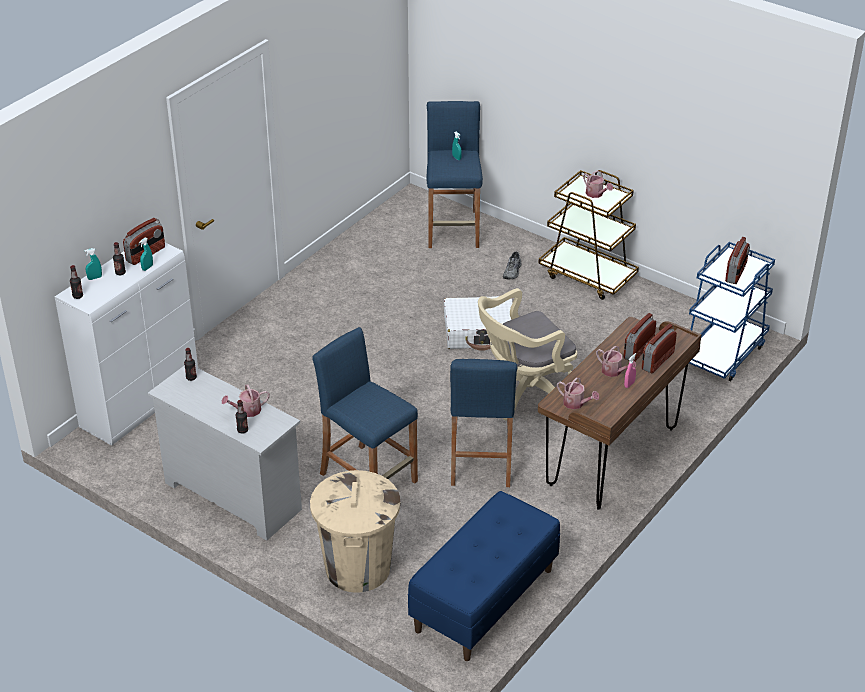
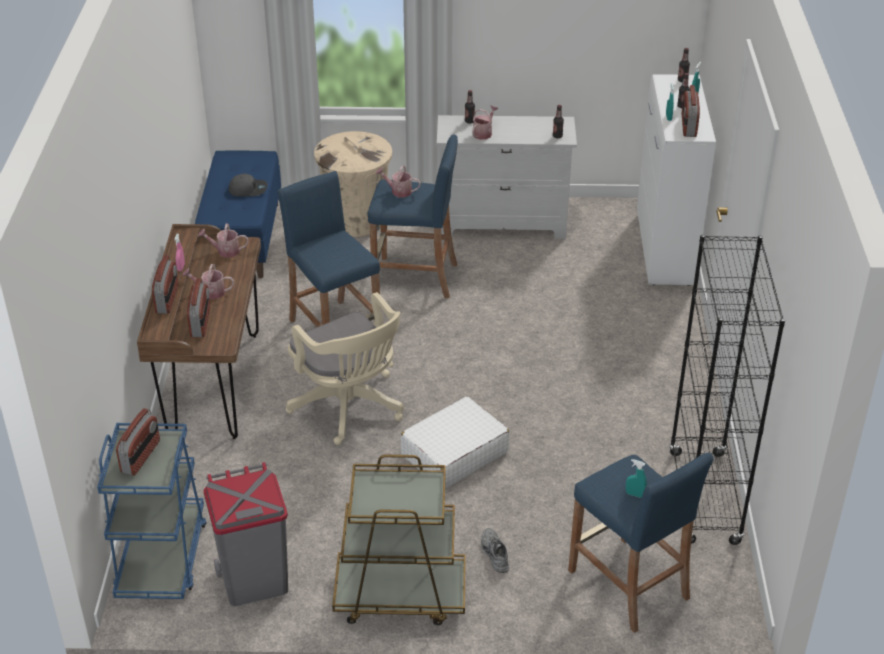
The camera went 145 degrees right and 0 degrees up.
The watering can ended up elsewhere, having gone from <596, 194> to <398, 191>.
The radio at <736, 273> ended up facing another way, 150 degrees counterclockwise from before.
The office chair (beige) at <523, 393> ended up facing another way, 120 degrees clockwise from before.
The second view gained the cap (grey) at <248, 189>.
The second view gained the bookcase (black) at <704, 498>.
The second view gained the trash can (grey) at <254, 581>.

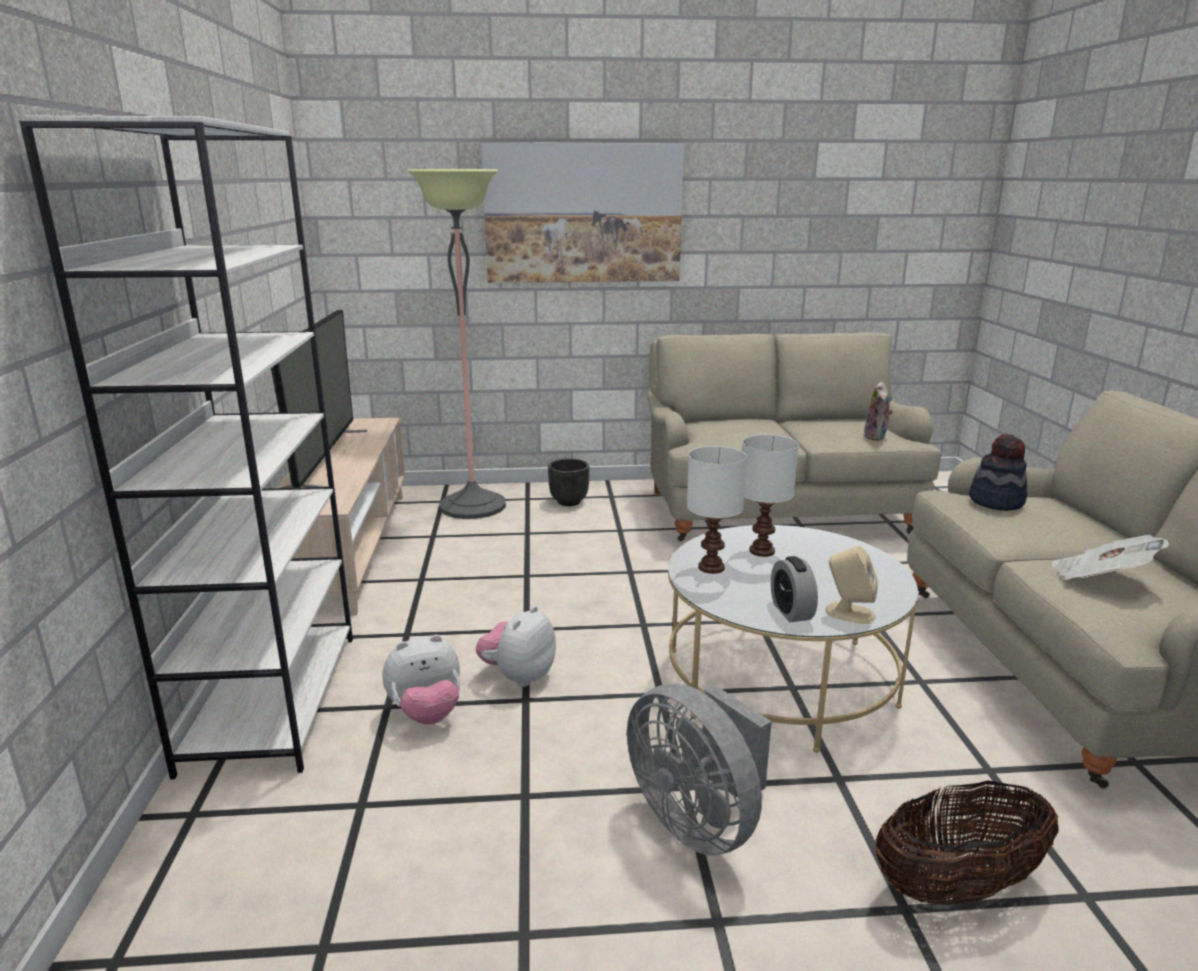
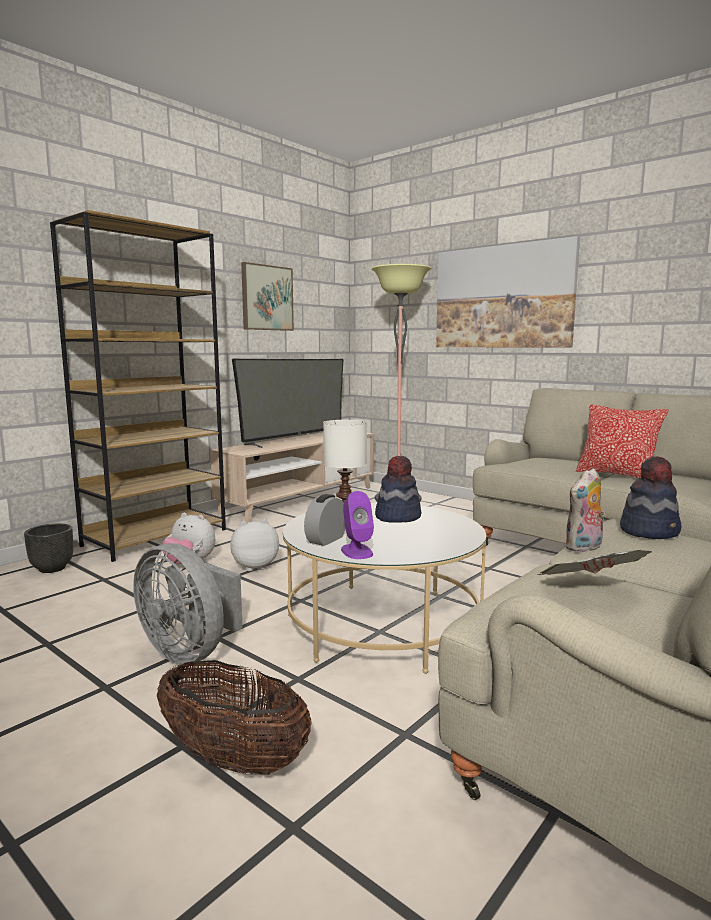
The camera went 45 degrees right and 10 degrees down.
What was the bookcase (white) at <272, 699> turned into the bookcase (brown) at <156, 537>.
The plush toy ended up elsewhere, having gone from <876, 437> to <584, 548>.
Where the table lamp (white) stood at <761, 551>, the hat came to stand at <397, 517>.
The planter (black) ended up elsewhere, having gone from <569, 502> to <53, 568>.
What was the speaker (beige) at <849, 613> turned into the speaker (purple) at <356, 551>.
The fan (grey) at <698, 820> ended up facing another way, 60 degrees counterclockwise from before.
The second view gained the picture at <267, 298>.
The second view gained the pillow at <617, 475>.

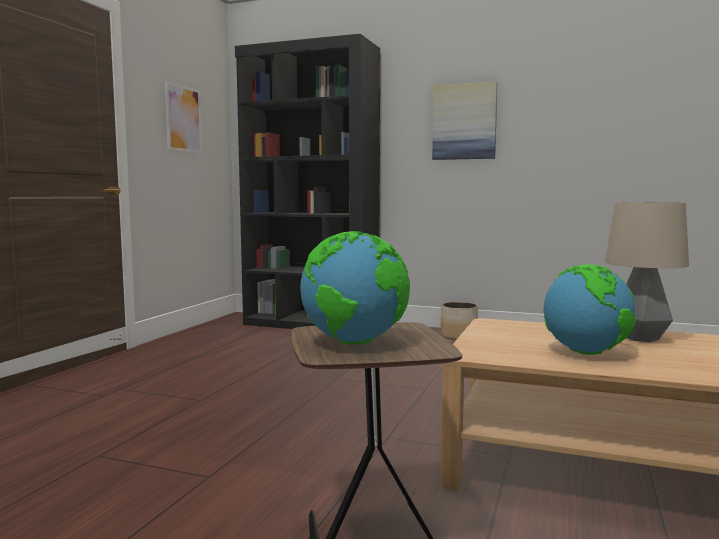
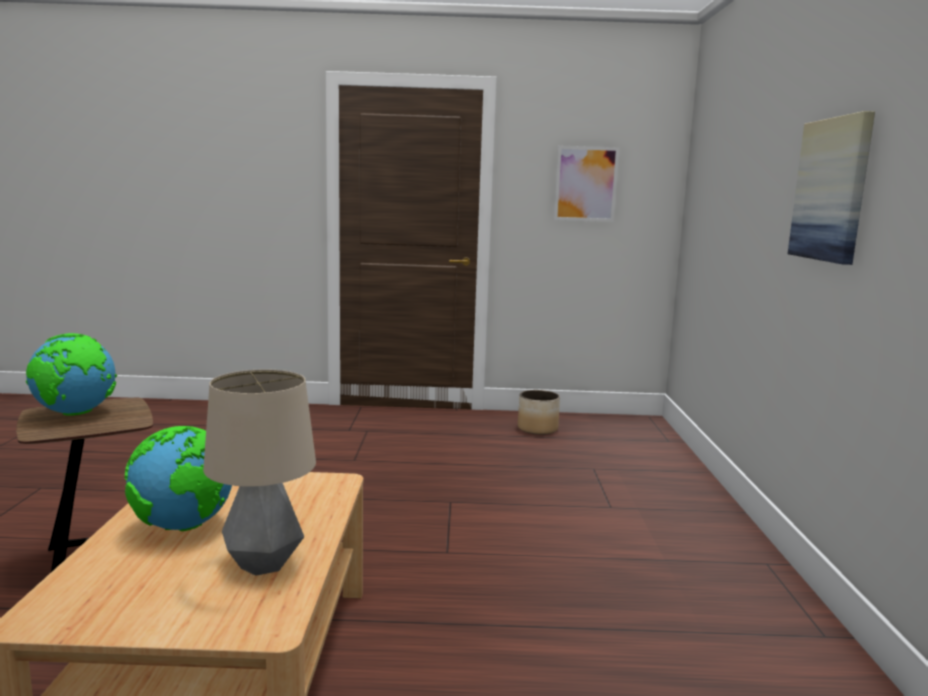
The camera went 70 degrees right and 5 degrees up.
The second view lost the bookcase (black) at <311, 324>.
The planter ended up elsewhere, having gone from <459, 336> to <538, 429>.

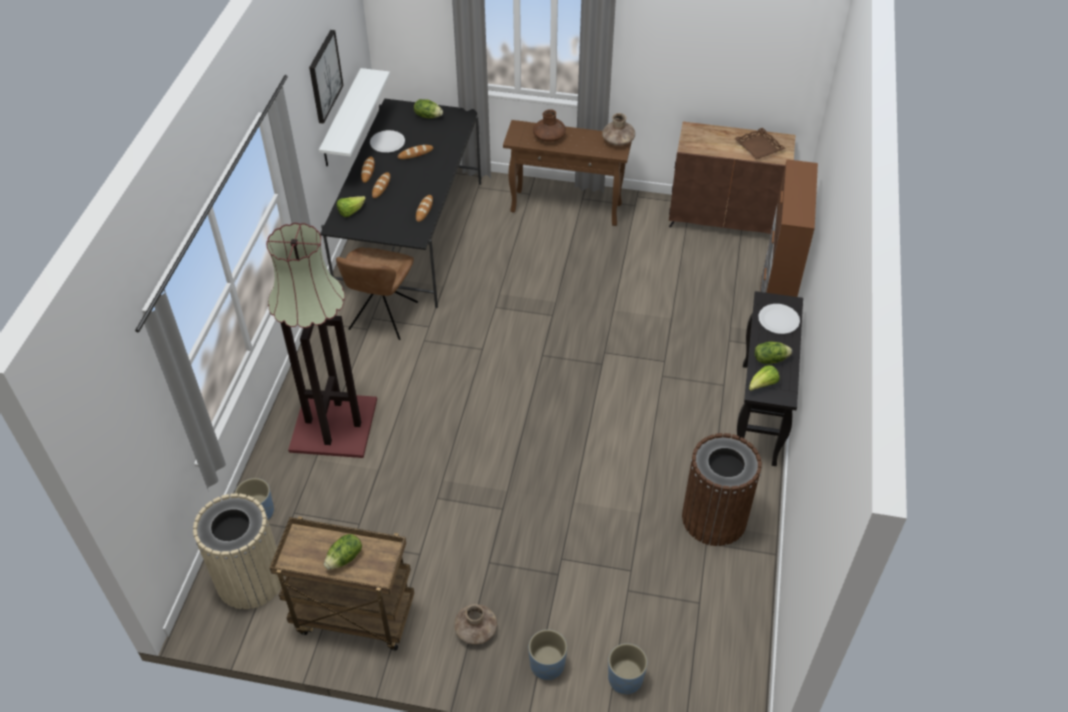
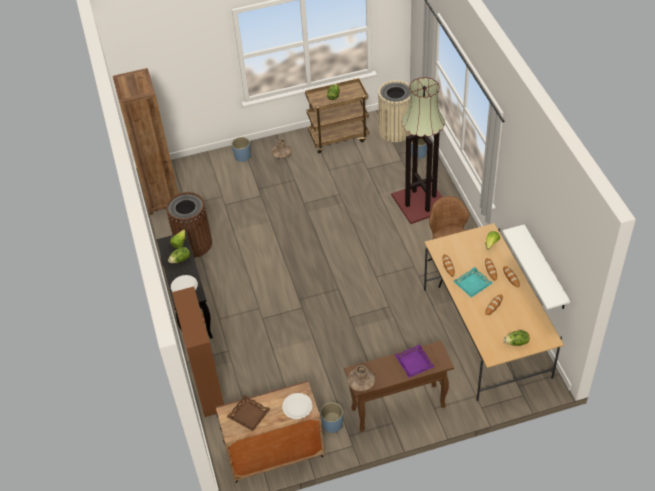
The camera went 155 degrees right and 0 degrees up.
The second view lost the picture at <324, 76>.
What was the dining table (black) at <411, 235> turned into the dining table (beige) at <486, 332>.
Where the vase (brown) stood at <549, 137>, the tray (purple) came to stand at <414, 363>.
The plate (white) ended up elsewhere, having gone from <387, 142> to <297, 406>.
The planter (blue) ended up elsewhere, having gone from <625, 679> to <332, 424>.
The second view gained the bookcase (brown) at <161, 198>.
The second view gained the tray (turquoise) at <472, 284>.

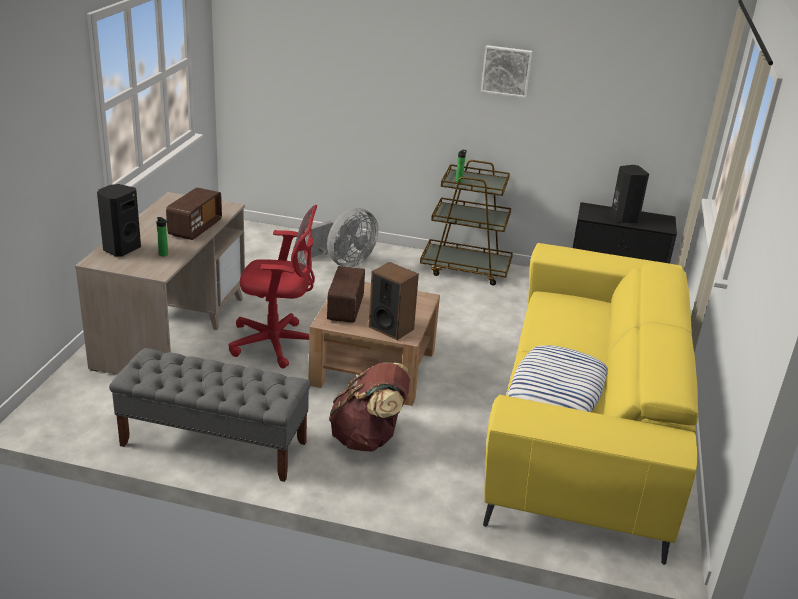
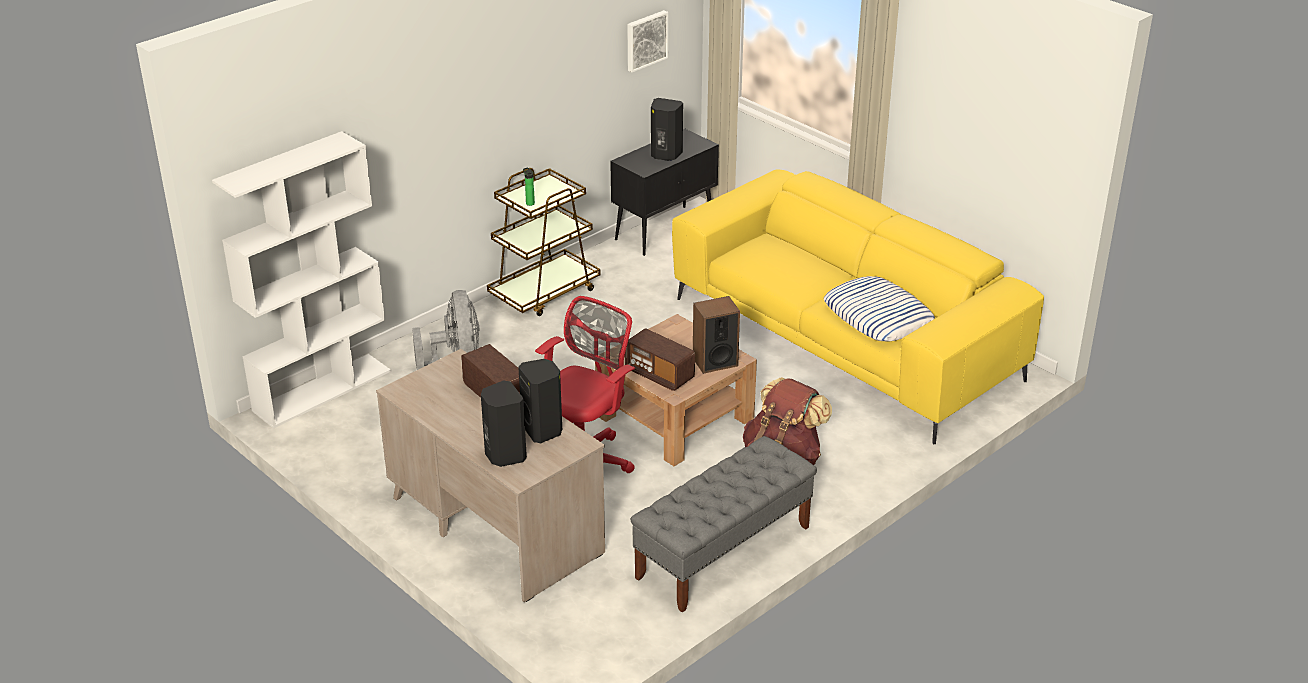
The camera went 55 degrees left and 5 degrees up.
The picture ended up elsewhere, having gone from <506, 71> to <646, 40>.
Where the bottle stood at <164, 255>, the speaker (black) came to stand at <543, 430>.
The second view gained the bookcase (white) at <322, 390>.

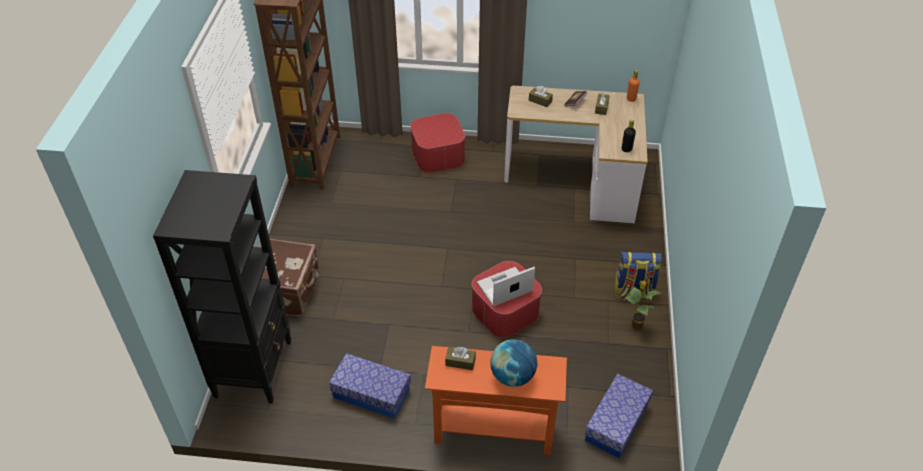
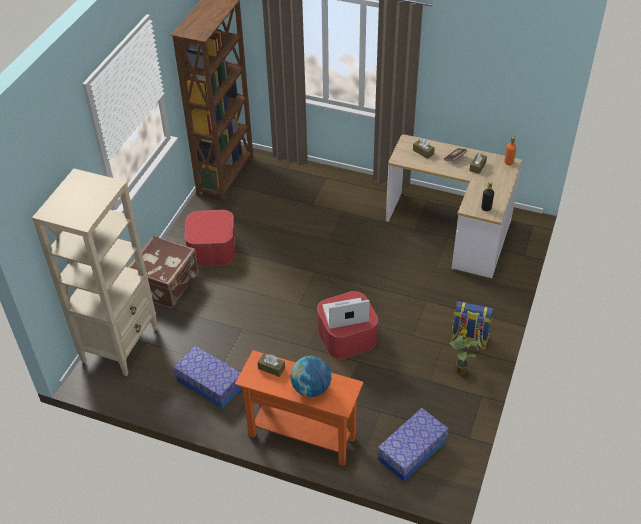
The camera went 15 degrees right and 0 degrees up.
The ottoman ended up elsewhere, having gone from <437, 155> to <212, 248>.
What was the bookcase (black) at <254, 368> turned into the bookcase (beige) at <121, 344>.

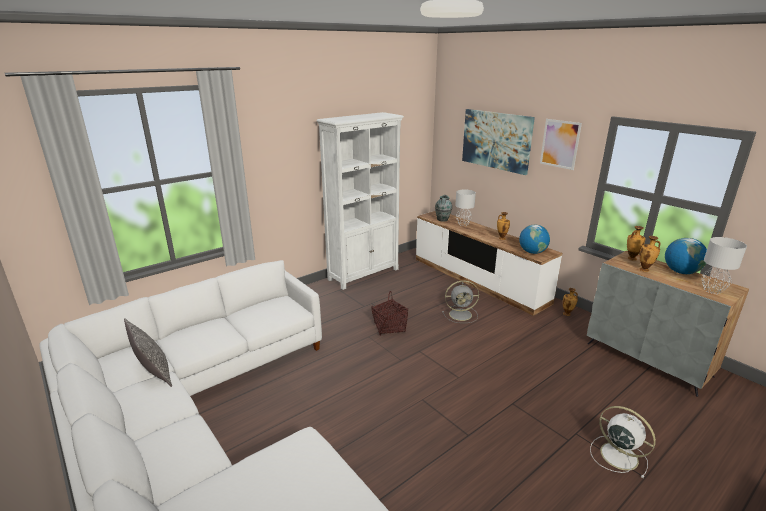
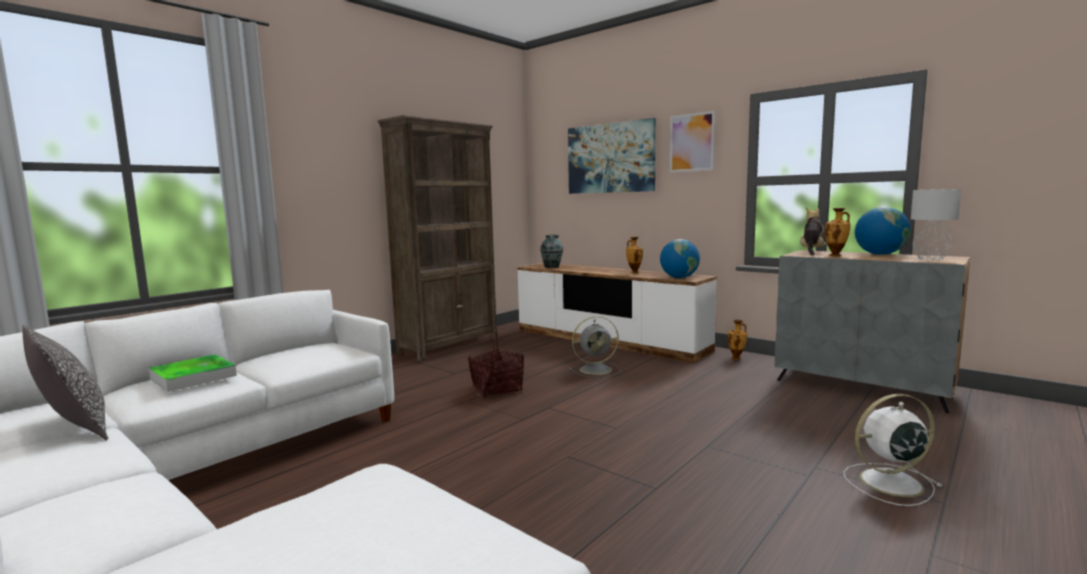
The camera went 10 degrees left and 15 degrees down.
What was the bookcase (white) at <364, 274> turned into the bookcase (brown) at <450, 346>.
The second view lost the table lamp (grey) at <463, 224>.
Where the vase stood at <631, 258>, the plush toy came to stand at <812, 252>.
The fan (white) at <617, 455> ended up facing another way, 45 degrees counterclockwise from before.
The second view gained the tray at <193, 377>.

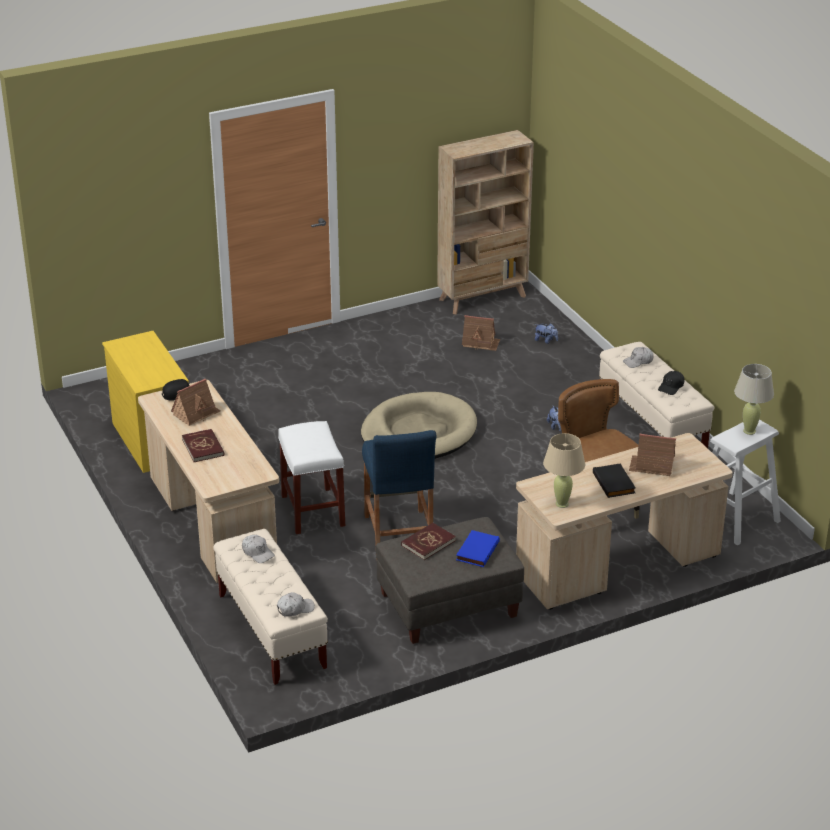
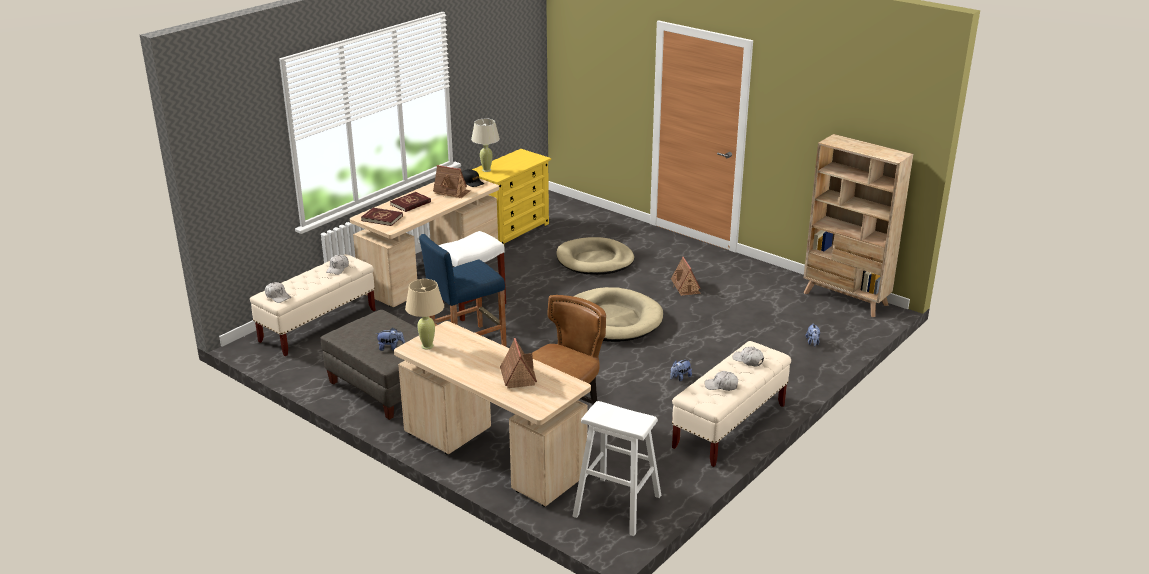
The camera went 65 degrees right and 5 degrees down.
The toy house ended up elsewhere, having gone from <480, 343> to <686, 287>.
The table lamp (beige) ended up elsewhere, having gone from <749, 431> to <486, 170>.
What was the cap (black) at <671, 387> turned into the cap (white) at <721, 386>.
The second view lost the book (black) at <615, 483>.
The book (red) ended up elsewhere, having gone from <428, 543> to <382, 218>.
Where the book (blue) stood at <476, 550>, the plush toy came to stand at <391, 348>.
The second view gained the dog bed (beige) at <595, 260>.

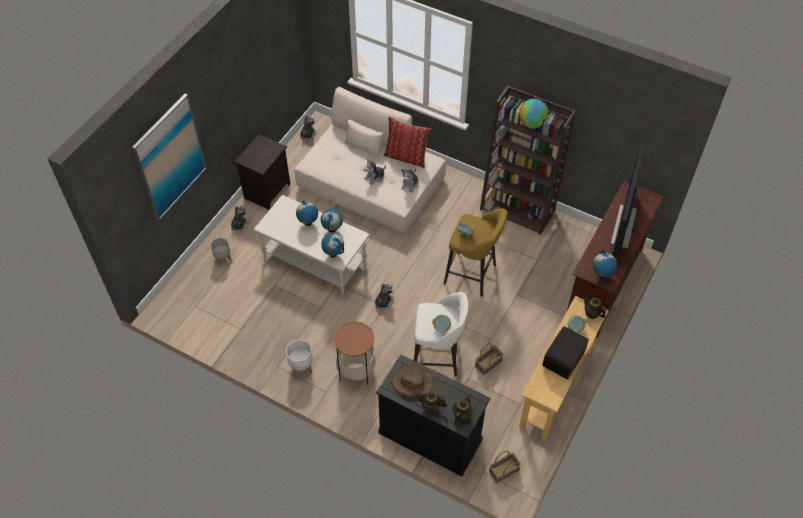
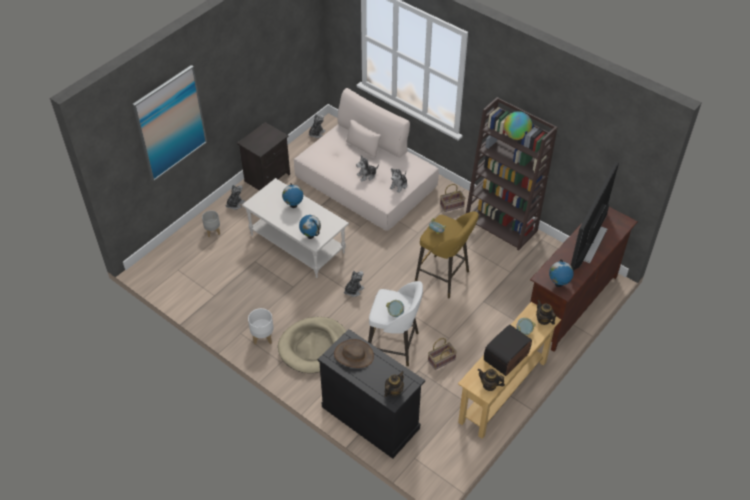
The camera went 10 degrees right and 5 degrees down.
The second view lost the pillow at <406, 157>.
The second view lost the globe at <332, 230>.
Where the side table stood at <356, 369>, the dog bed (beige) came to stand at <314, 347>.
The teapot ended up elsewhere, having gone from <431, 406> to <489, 385>.
The basket ended up elsewhere, having gone from <503, 472> to <451, 206>.

